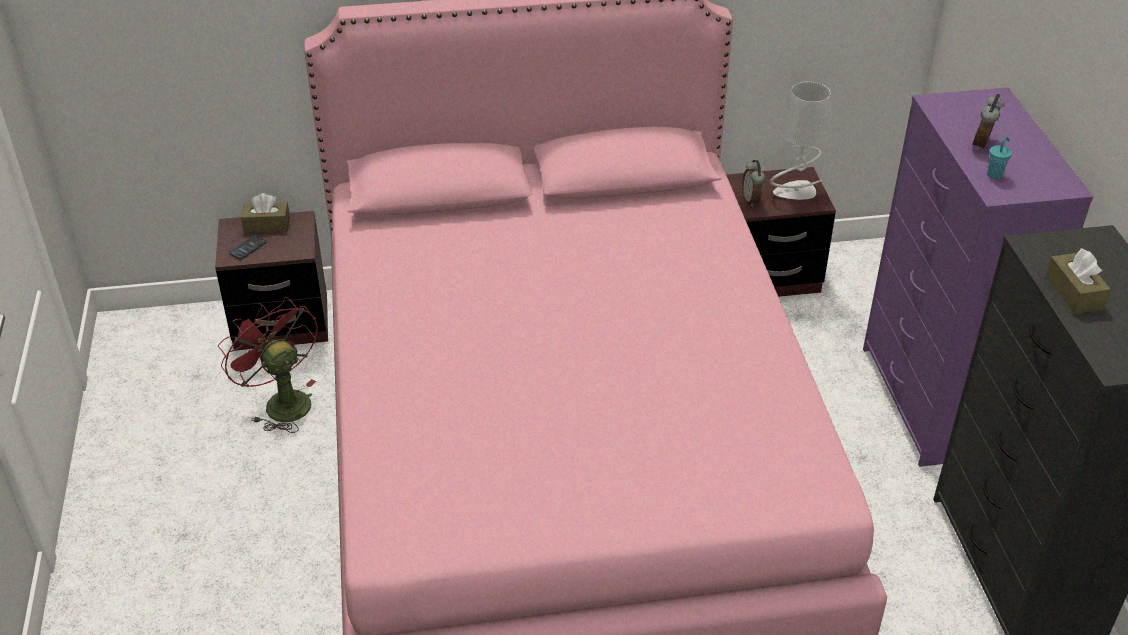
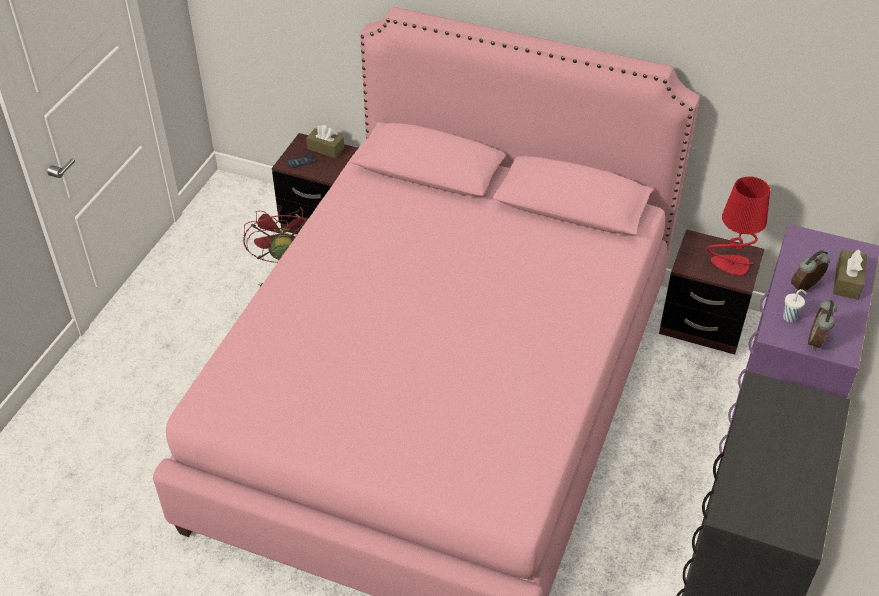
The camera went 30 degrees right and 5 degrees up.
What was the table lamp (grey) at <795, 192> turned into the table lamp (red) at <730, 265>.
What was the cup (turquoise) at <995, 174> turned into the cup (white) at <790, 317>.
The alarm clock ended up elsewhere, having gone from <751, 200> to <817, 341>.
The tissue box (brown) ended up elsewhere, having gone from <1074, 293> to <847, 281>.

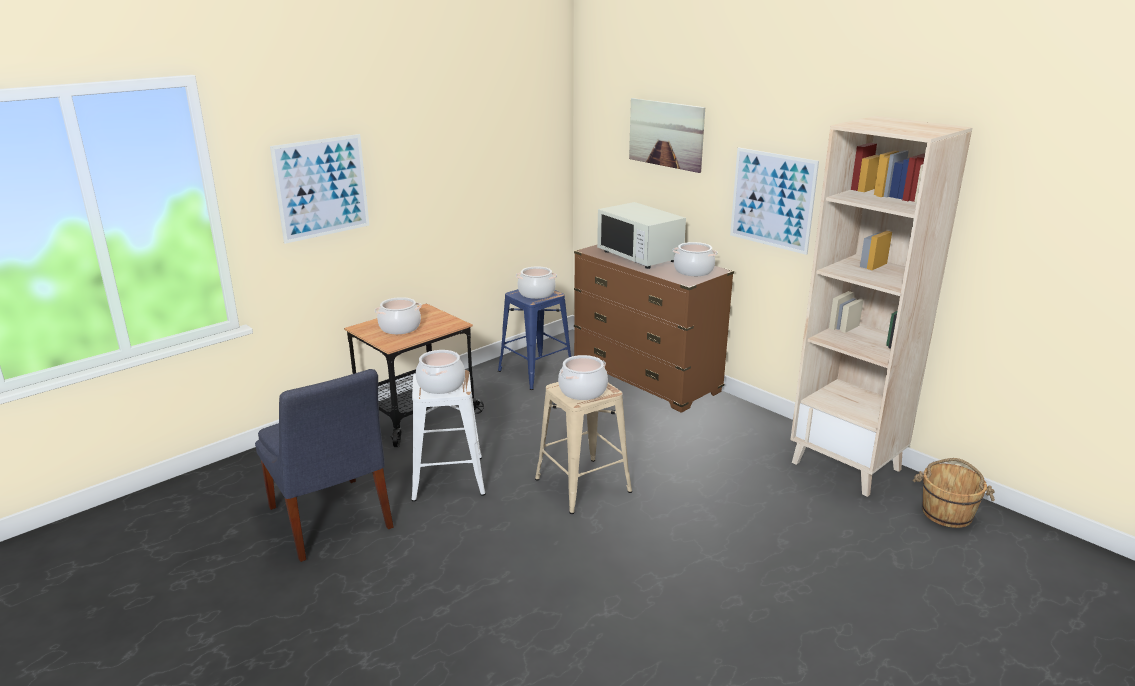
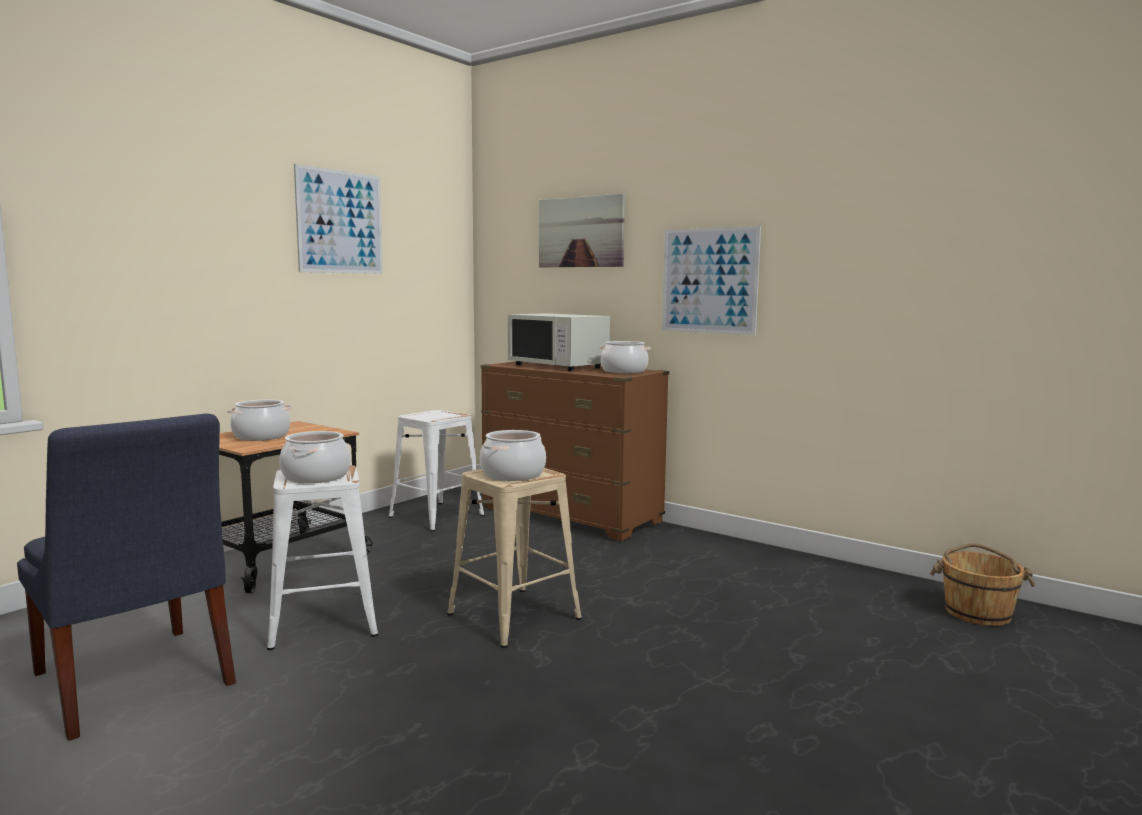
The camera went 10 degrees left and 15 degrees down.
The second view lost the bookcase (beige) at <847, 466>.
The picture ended up elsewhere, having gone from <322, 187> to <340, 222>.
The second view lost the cooking pot at <536, 293>.
What was the stool (blue) at <535, 372> turned into the stool (white) at <436, 516>.

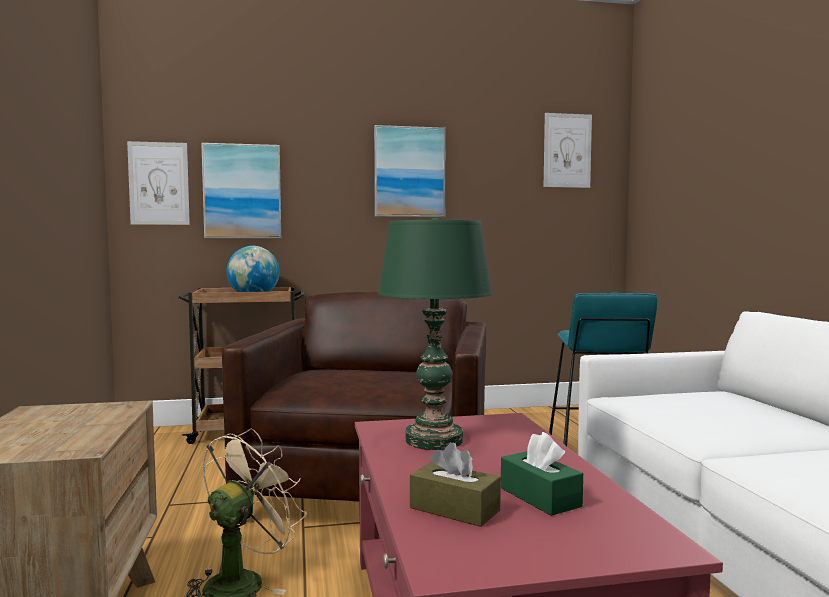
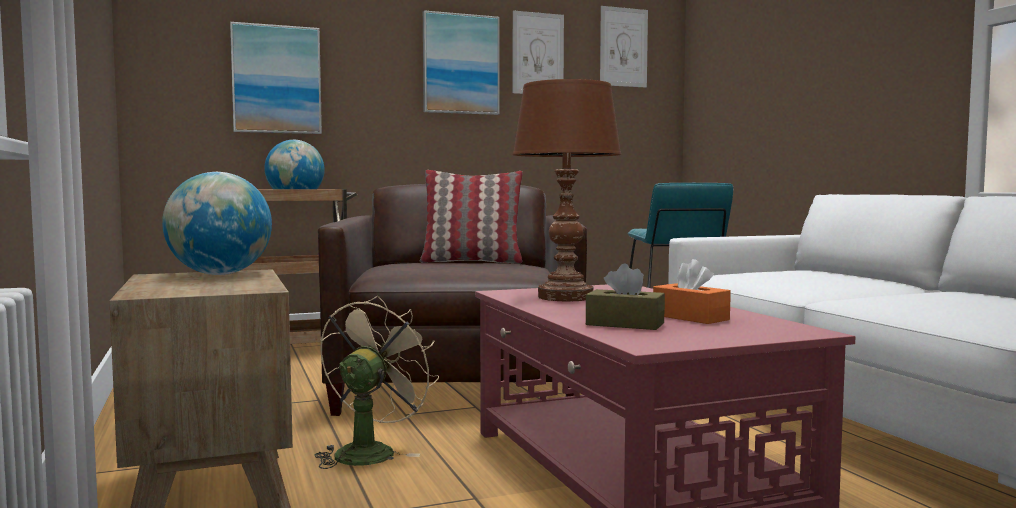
The camera went 10 degrees left and 0 degrees up.
The picture ended up elsewhere, having gone from <159, 183> to <538, 53>.
What was the table lamp (green) at <434, 440> turned into the table lamp (brown) at <565, 297>.
What was the tissue box (green) at <540, 497> turned into the tissue box (orange) at <690, 317>.
The second view gained the pillow at <471, 261>.
The second view gained the globe at <220, 274>.

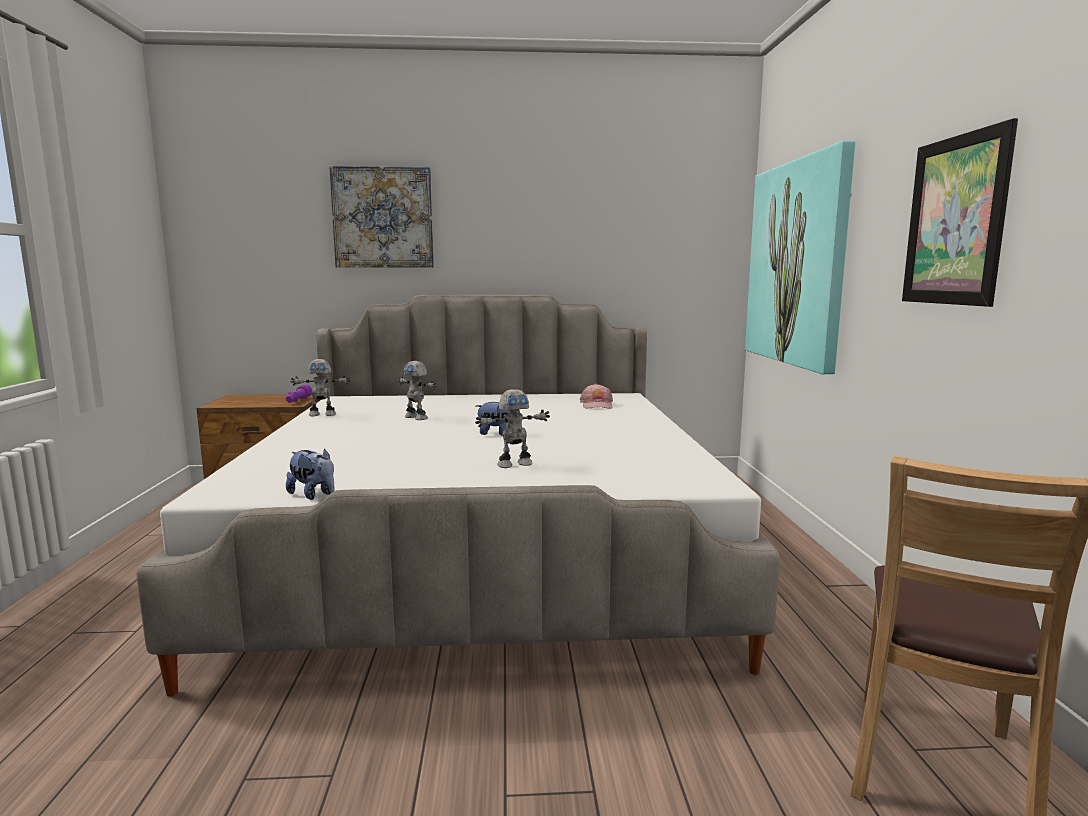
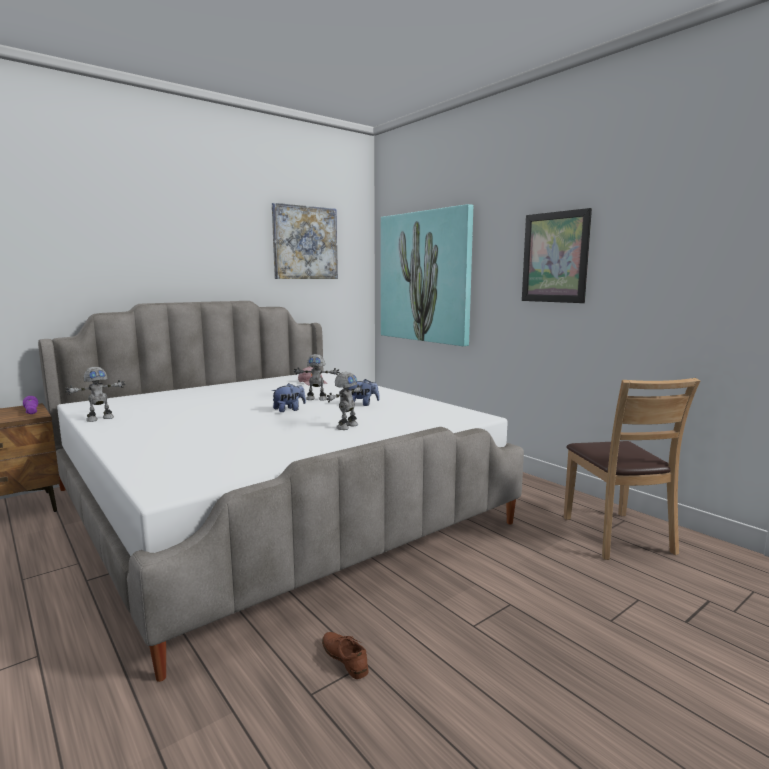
The camera went 35 degrees left and 0 degrees up.
The picture ended up elsewhere, having gone from <383, 218> to <305, 243>.
The toy robot ended up elsewhere, having gone from <417, 417> to <317, 399>.
The plush toy ended up elsewhere, having gone from <313, 495> to <362, 404>.
The second view gained the shoe (brown) at <345, 658>.

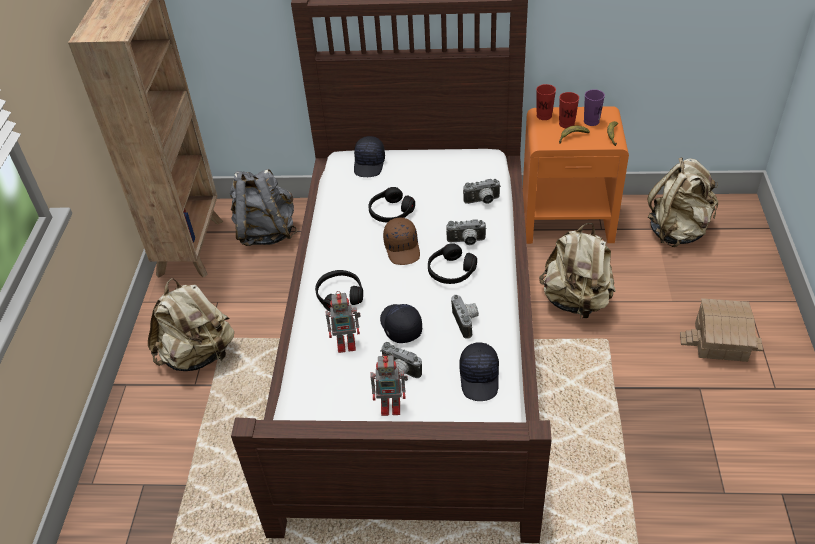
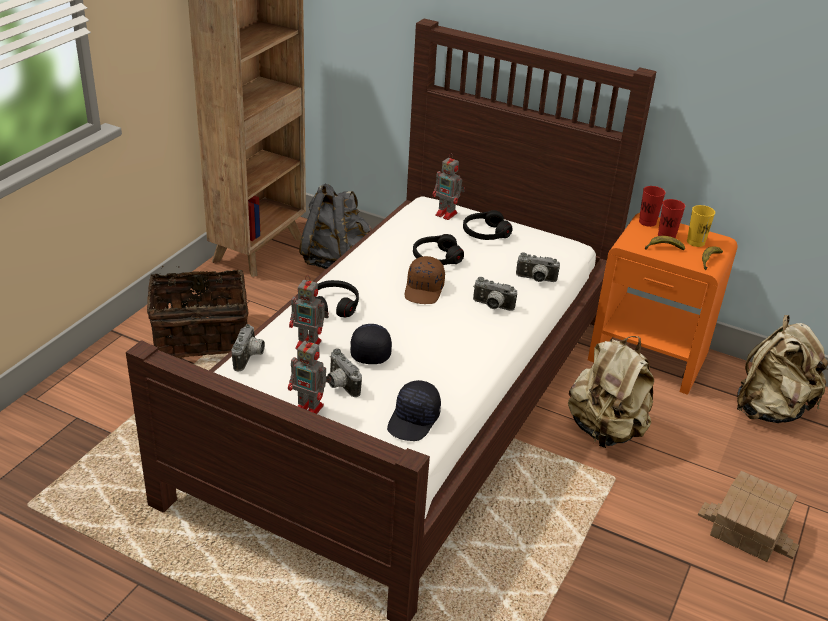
The camera went 20 degrees right and 10 degrees down.
What was the cup (purple) at <591, 121> turned into the cup (yellow) at <695, 242>.
Where the cap (black) stood at <370, 164>, the toy robot came to stand at <447, 214>.
The headphones (black) ended up elsewhere, having gone from <451, 271> to <485, 233>.
Where the backpack (beige) stood at <198, 354>, the basket came to stand at <201, 335>.
The photo camera ended up elsewhere, having gone from <467, 322> to <250, 358>.

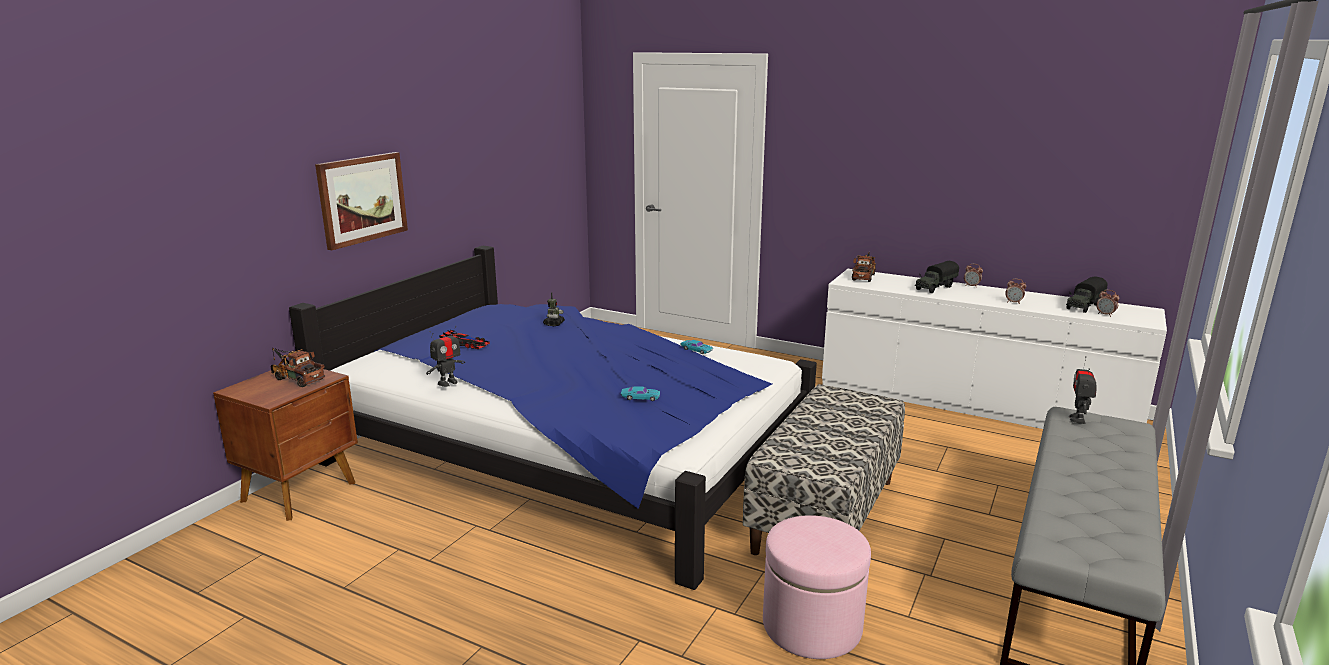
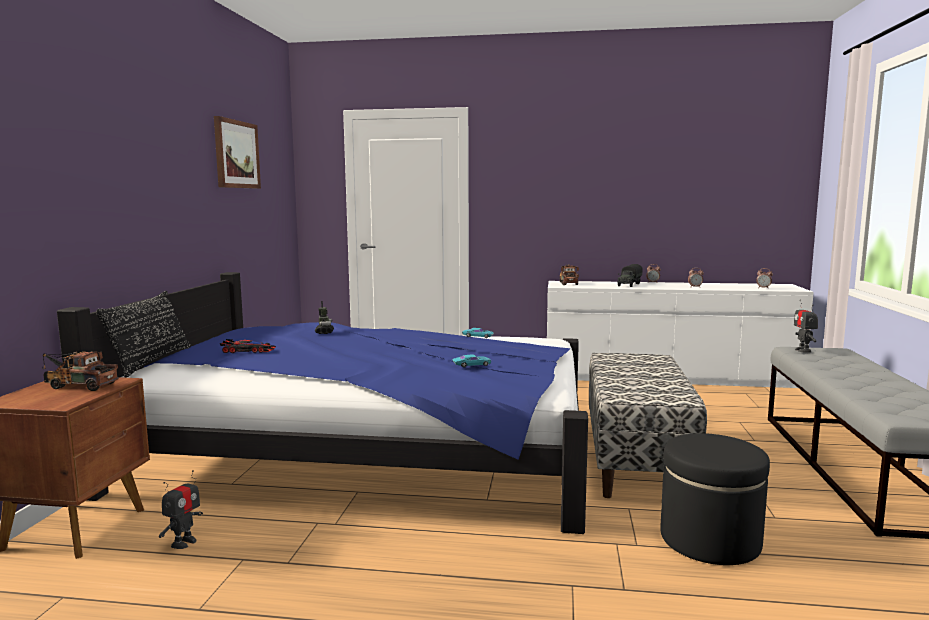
The camera went 20 degrees left and 10 degrees down.
The picture ended up elsewhere, having gone from <362, 199> to <236, 154>.
The second view lost the toy truck at <1083, 306>.
The toy robot ended up elsewhere, having gone from <448, 383> to <184, 543>.
What was the ottoman (pink) at <812, 626> turned into the ottoman (black) at <710, 540>.
The second view gained the pillow (black) at <152, 361>.

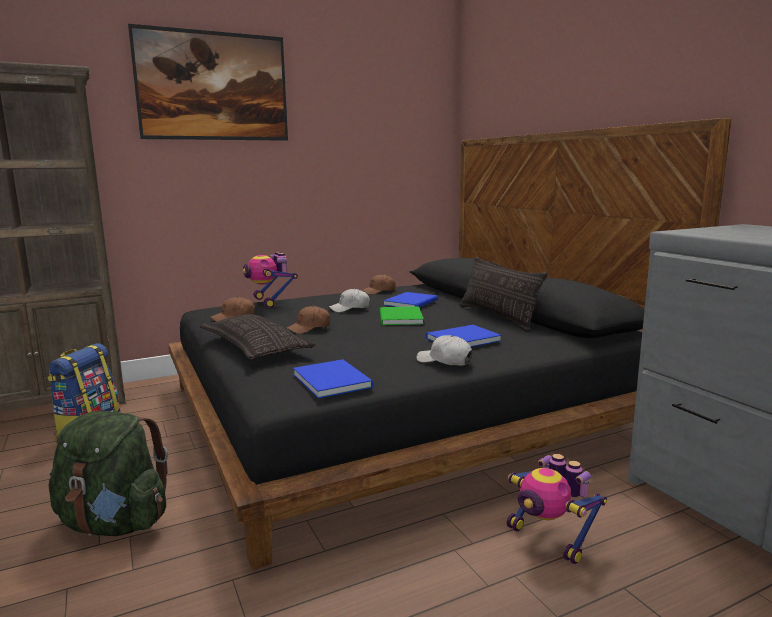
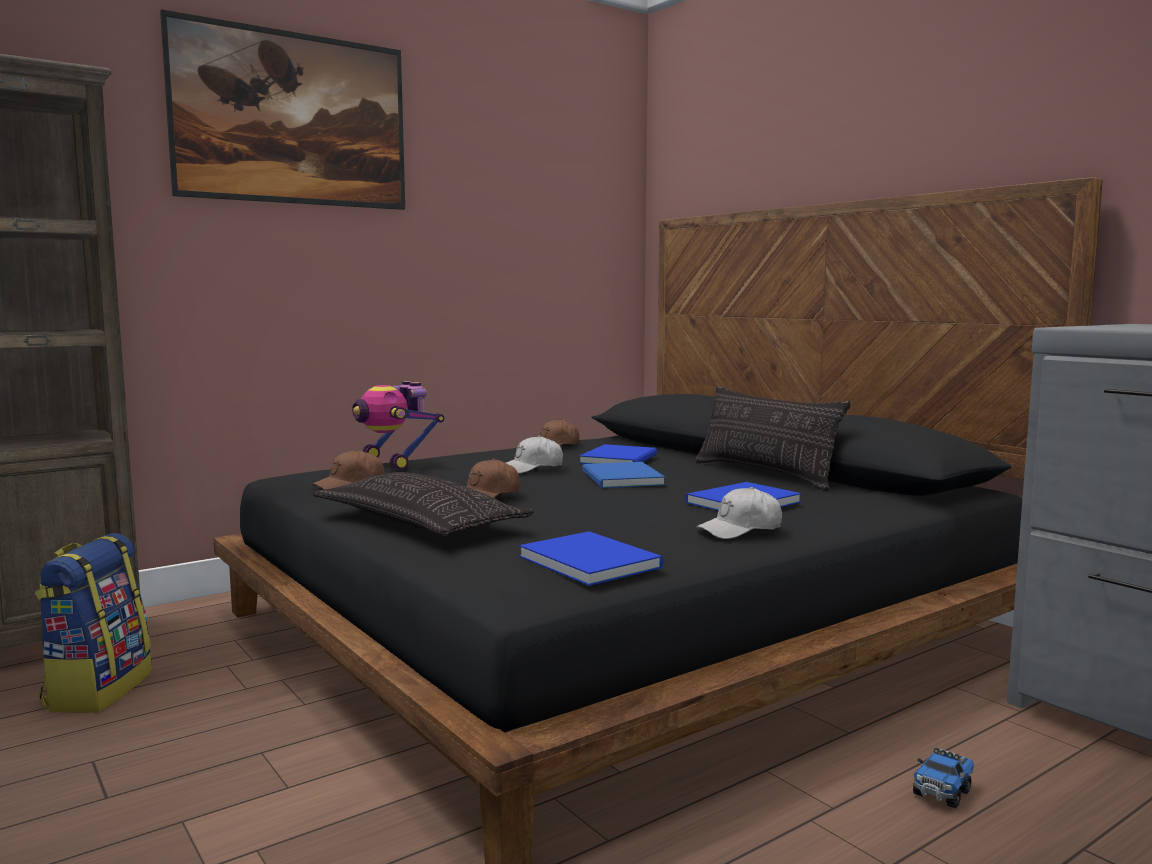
The camera went 10 degrees left and 5 degrees down.
What was the book (green) at <399, 318> turned into the book (blue) at <620, 479>.
The cap (white) at <444, 361> ended up facing another way, 45 degrees counterclockwise from before.
The second view lost the backpack (green) at <115, 523>.
Where the toy robot stood at <549, 539>, the toy truck came to stand at <942, 792>.

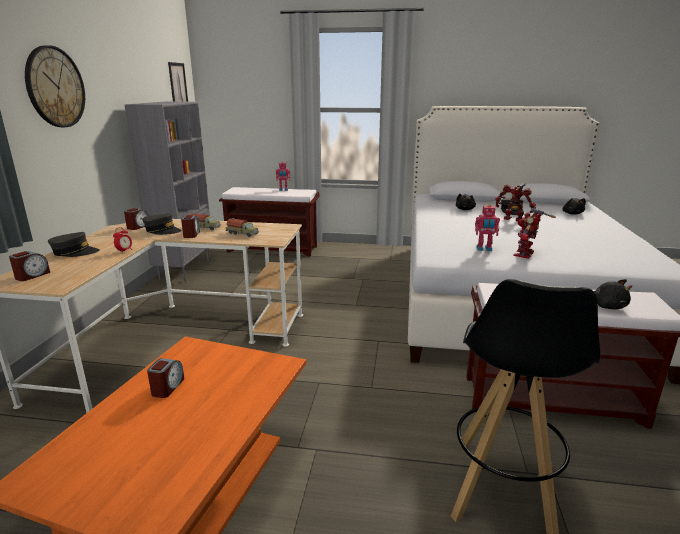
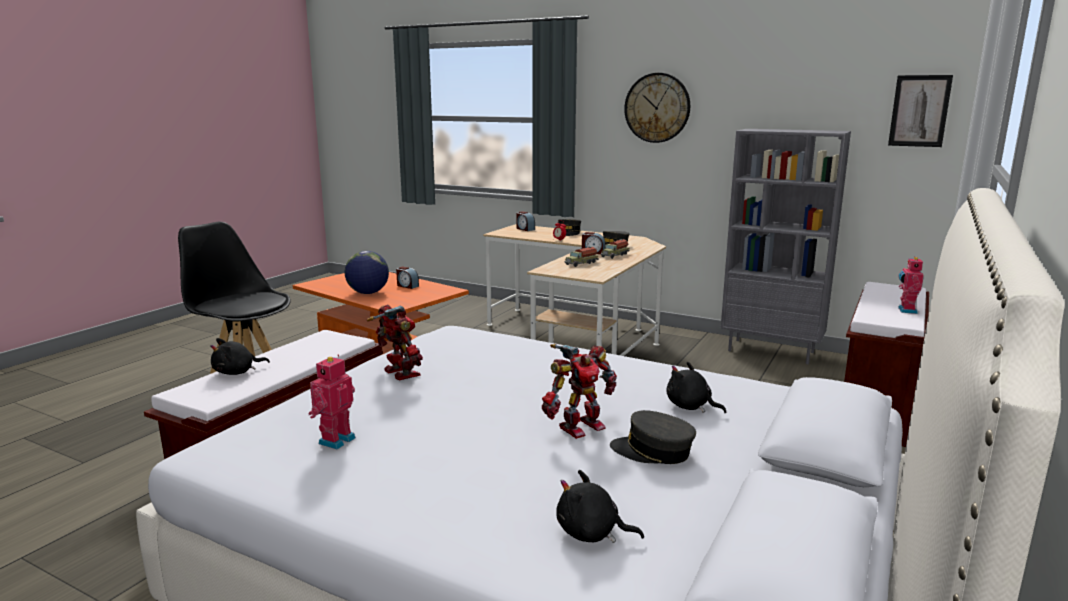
The camera went 110 degrees right and 5 degrees down.
The toy robot ended up elsewhere, having gone from <484, 249> to <335, 440>.
The second view lost the alarm clock at <138, 227>.
The second view gained the globe at <368, 293>.

